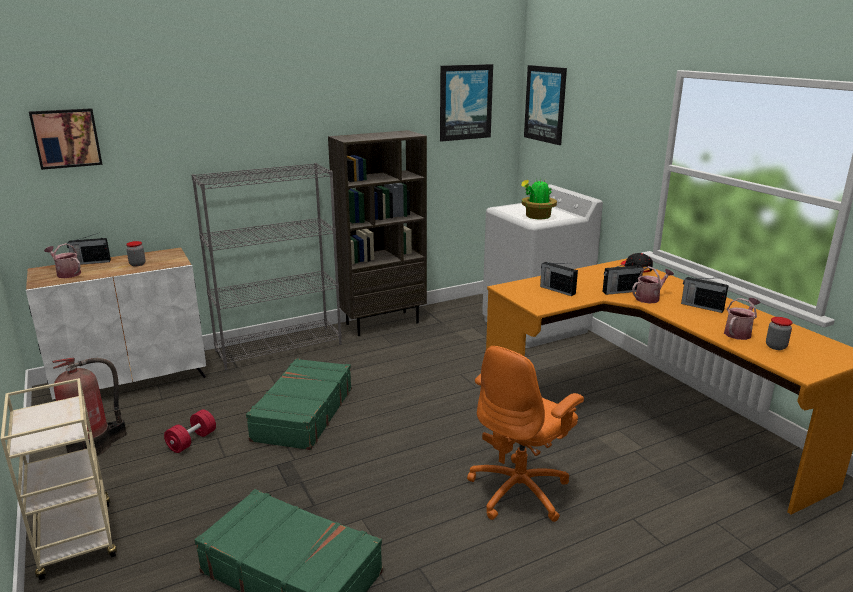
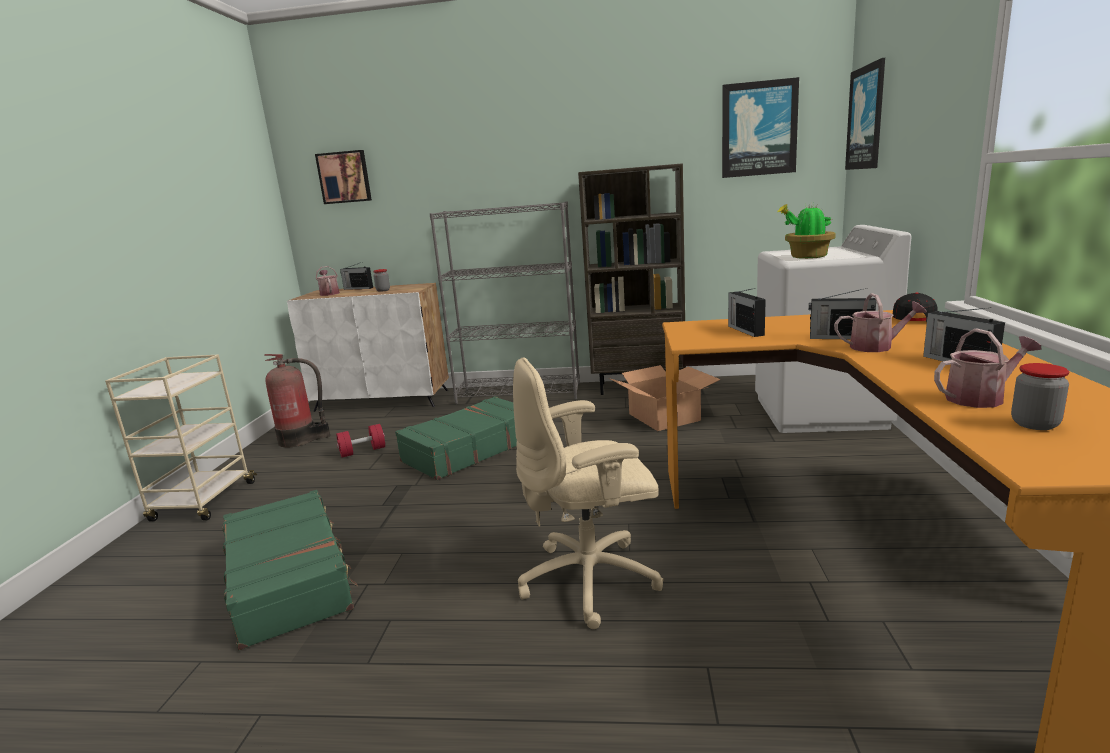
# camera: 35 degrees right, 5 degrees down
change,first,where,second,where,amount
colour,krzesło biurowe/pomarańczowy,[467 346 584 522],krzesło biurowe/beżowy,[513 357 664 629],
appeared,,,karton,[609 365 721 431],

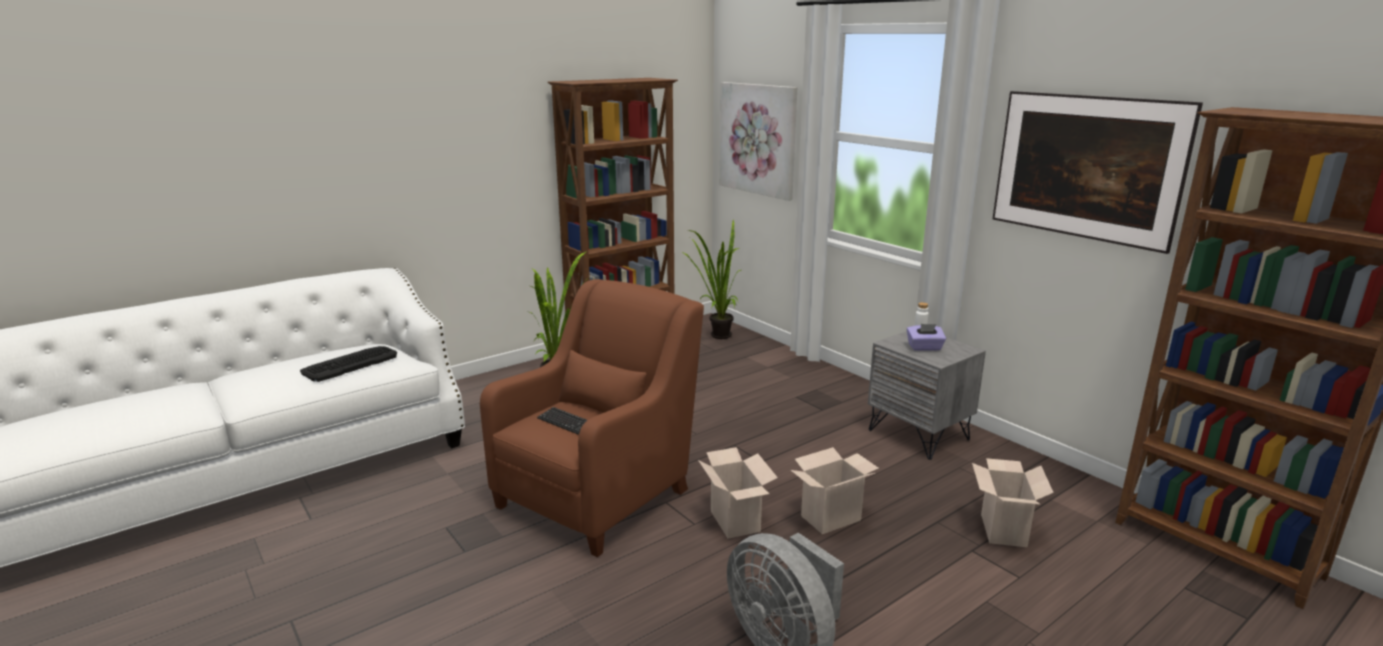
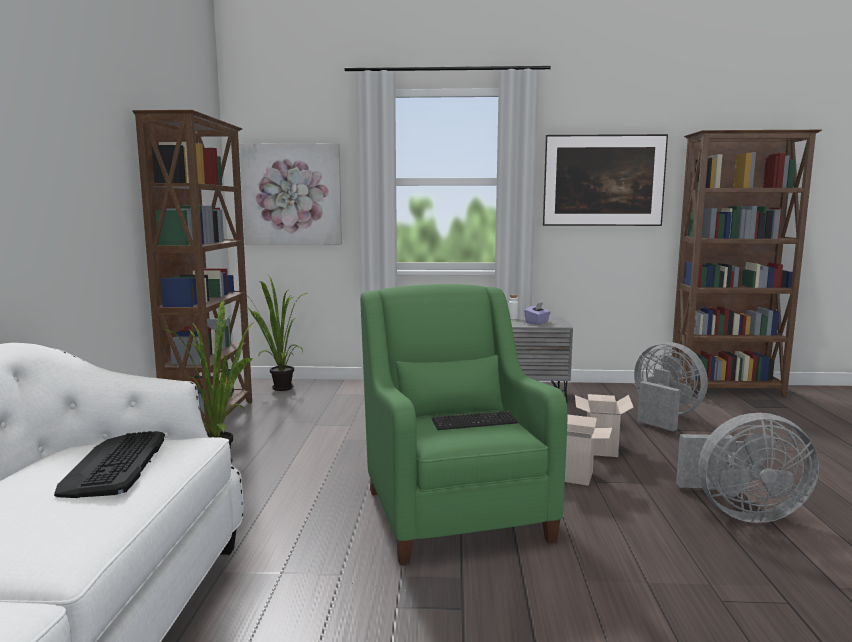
# camera: 50 degrees left, 10 degrees down
change,first,where,second,where,amount
colour,fotel/brązowy,[480 279 704 557],fotel/zielony,[360 284 568 565],
exchanged,karton,[972 458 1054 547],wentylator/szary,[634 342 708 431],

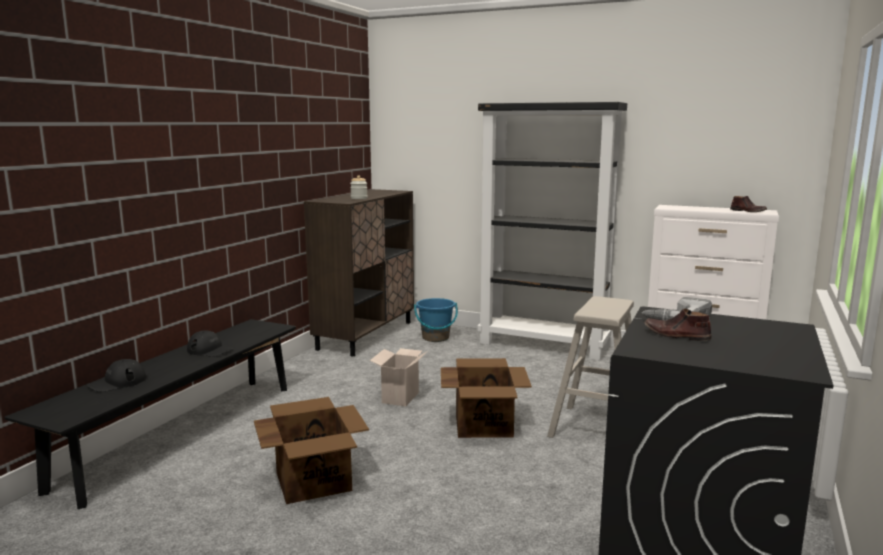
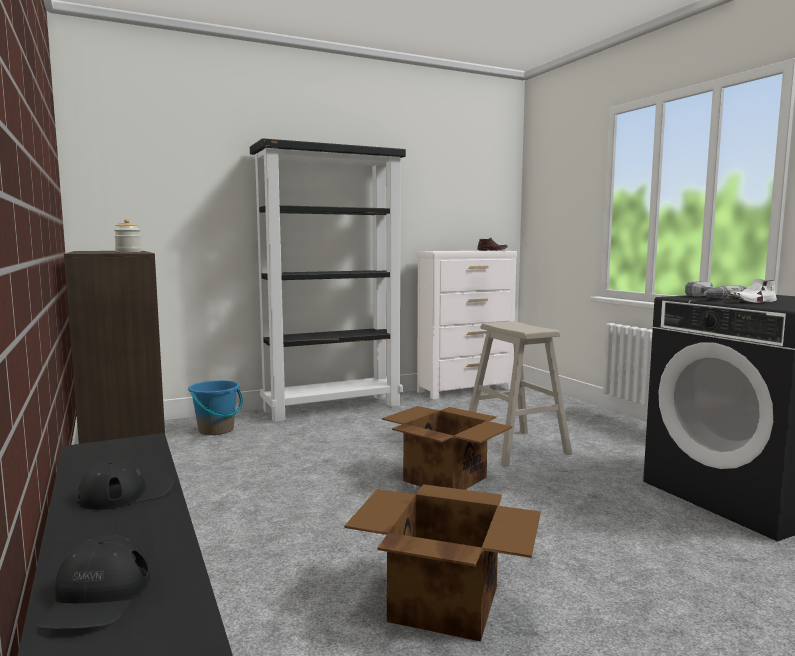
# camera: 50 degrees left, 5 degrees down
change,first,where,second,where,amount
missing,karton,[370 348 428 406],,,
colour,but/brązowy,[644 309 712 341],but/biały,[729 278 777 303],

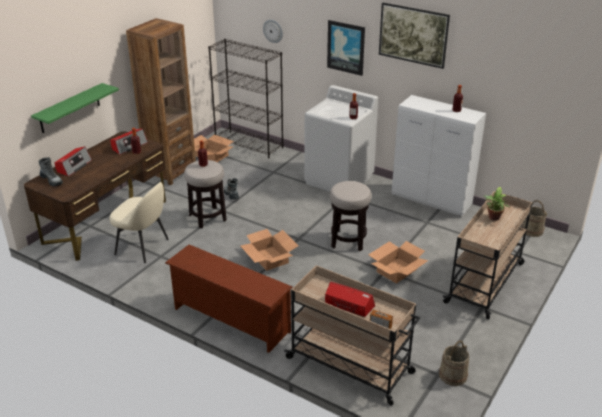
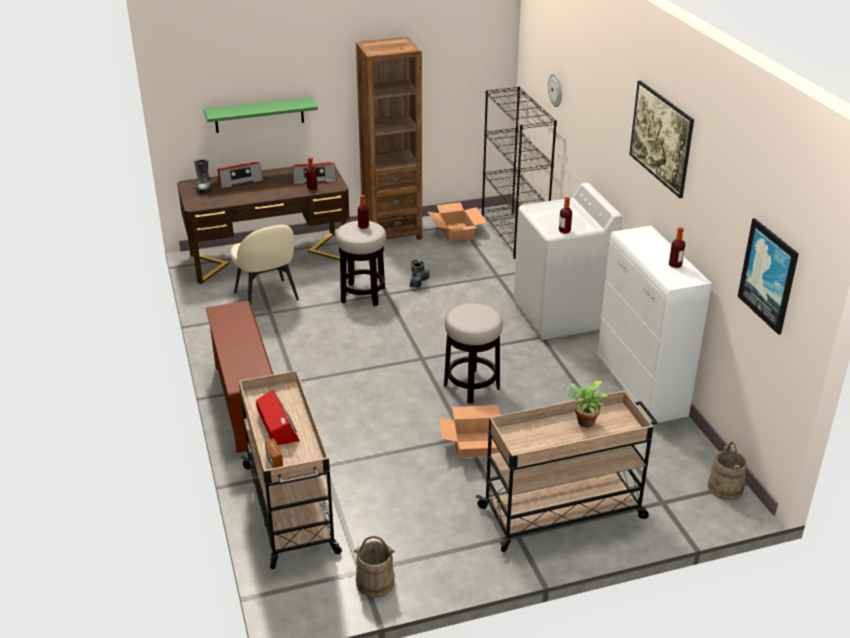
# camera: 40 degrees right, 0 degrees up
change,first,where,second,where,amount
missing,karton,[241 229 298 271],,,
relocated,obraz,[327 20 365 76],,[738 218 799 335],

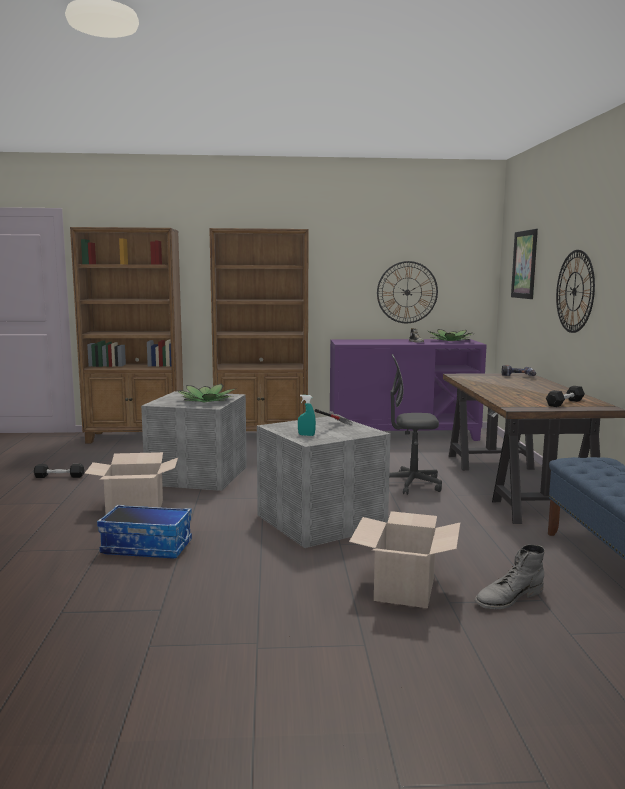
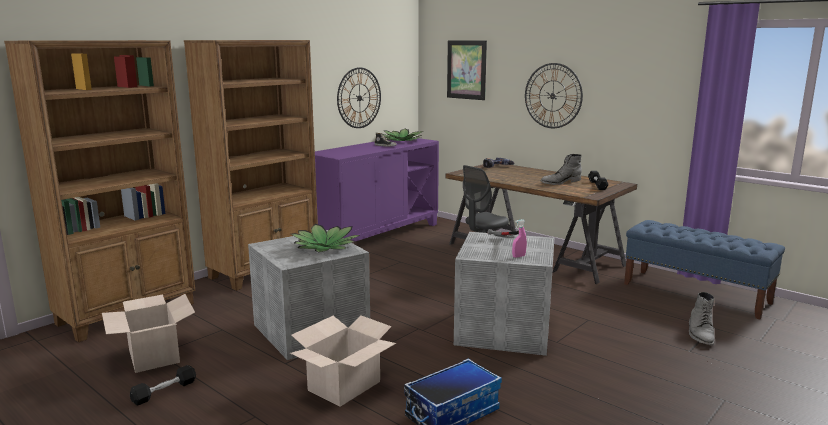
# camera: 45 degrees left, 5 degrees up
change,first,where,second,where,amount
colour,spryskiwacz/turkusowy,[298 395 316 436],spryskiwacz/różowy,[512 219 527 258],
relocated,karton,[349 511 460 608],,[102 294 195 373],
appeared,,,but z cholewką/szary,[540 154 582 185],

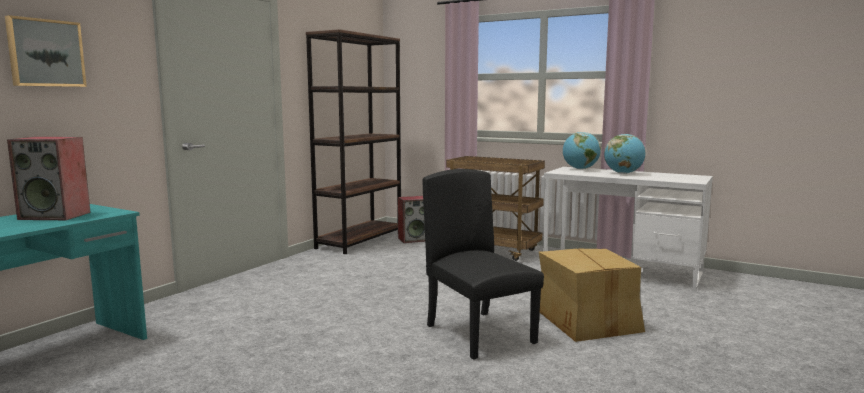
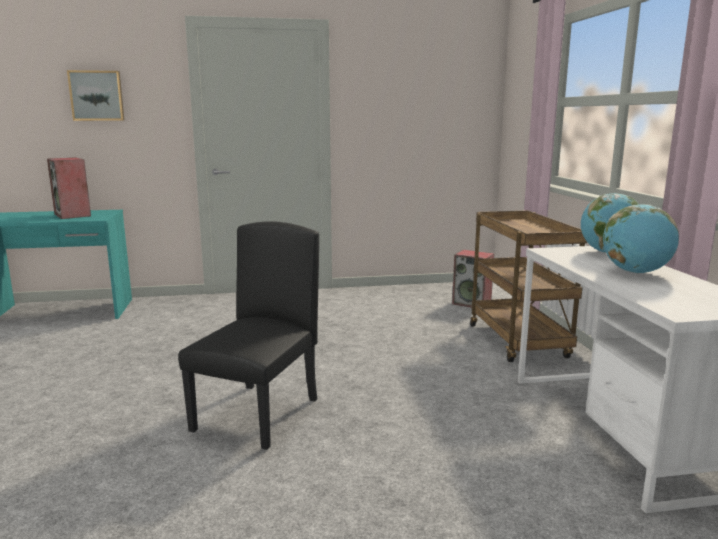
# camera: 50 degrees right, 5 degrees up
change,first,where,second,where,amount
missing,regał/brązowy,[306 29 401 254],,,
missing,karton,[539 249 645 342],,,

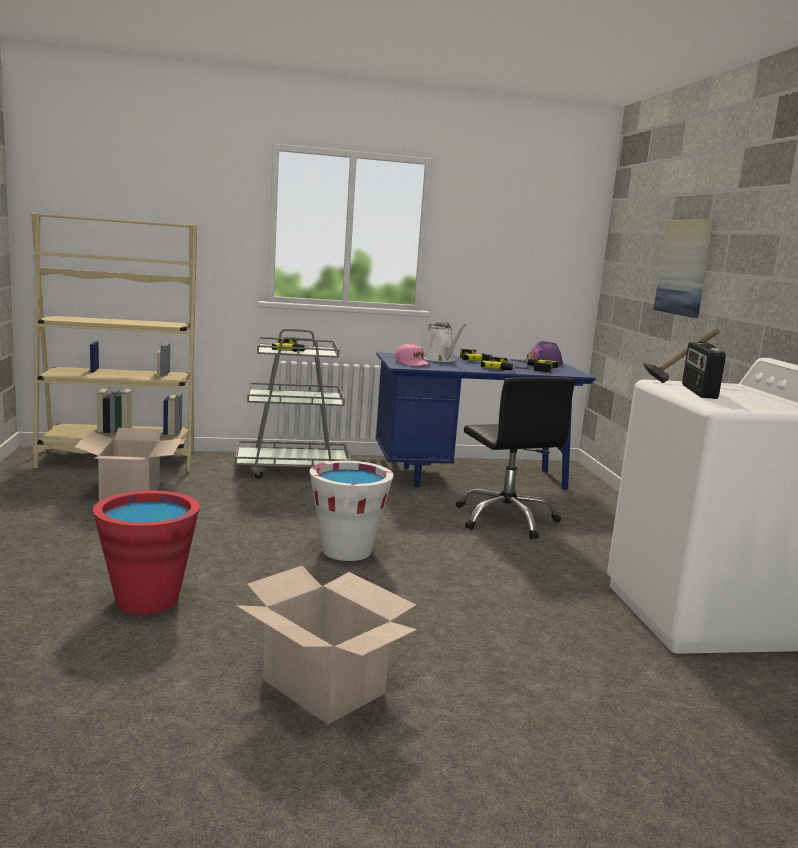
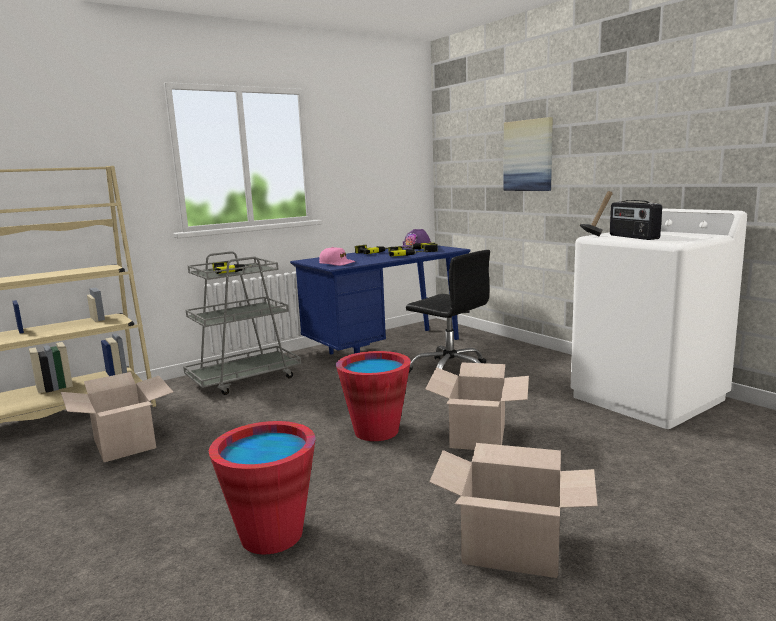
# camera: 25 degrees left, 0 degrees up
change,first,where,second,where,amount
colour,wiadro/biały,[310 460 393 561],wiadro/czerwony,[336 351 411 441],
missing,konewka/biały,[424 322 466 362],,,
appeared,,,karton,[425 362 529 450],

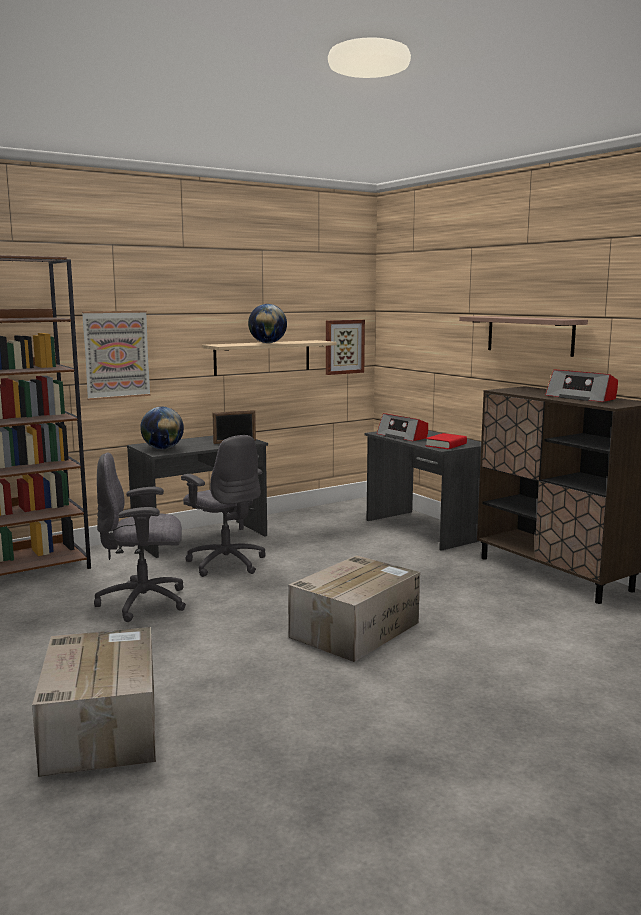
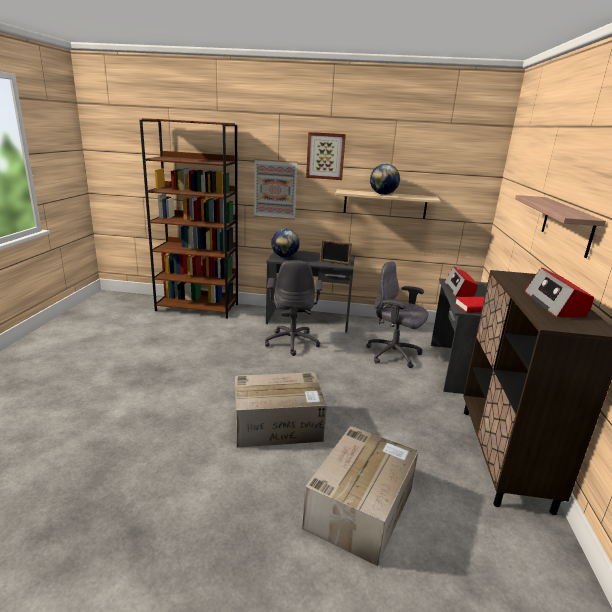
# camera: 40 degrees right, 10 degrees up
change,first,where,second,where,amount
relocated,karton,[32 627 156 777],,[302 426 419 566],
relocated,krzesło biurowe/szary,[94 453 186 622],,[366 261 428 368],
relocated,obraz,[326 320 365 375],,[306 132 346 180],

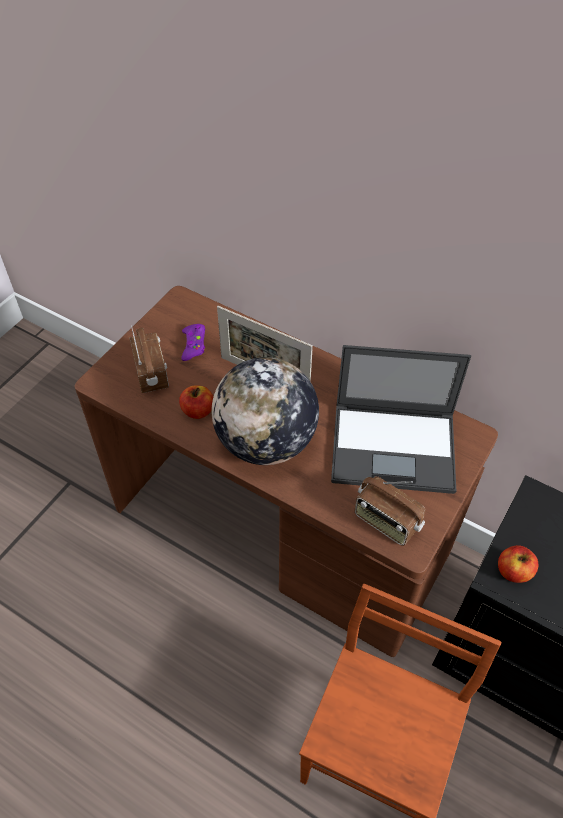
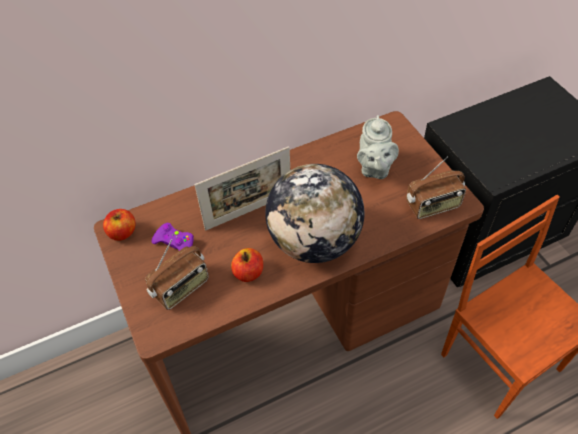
# camera: 55 degrees left, 0 degrees up
change,first,where,second,where,amount
spun,radio,[129 326 169 393],,[145 239 209 310],120 degrees clockwise
exchanged,laptop,[331 345 471 494],imbryk/szary,[357 115 399 179],
relocated,jabłko,[498 545 538 583],,[103 209 135 241],

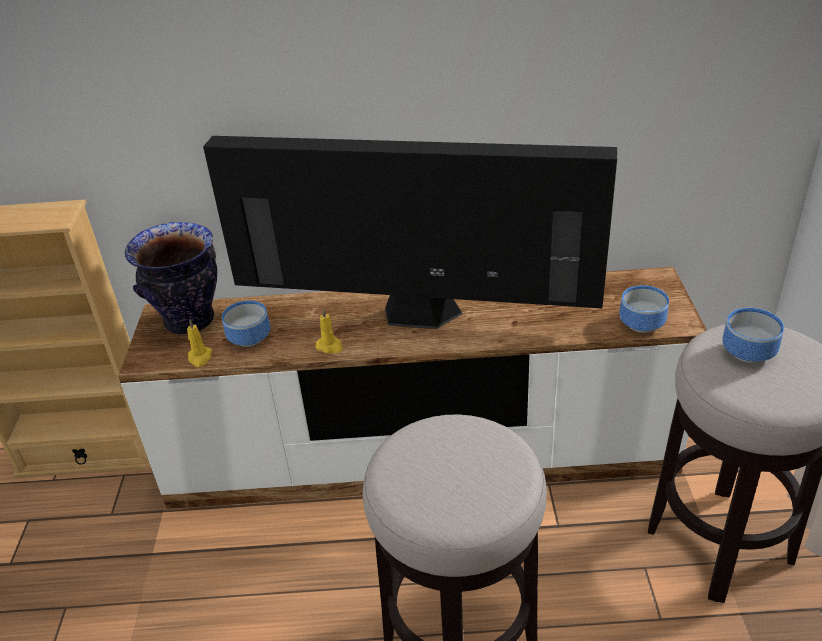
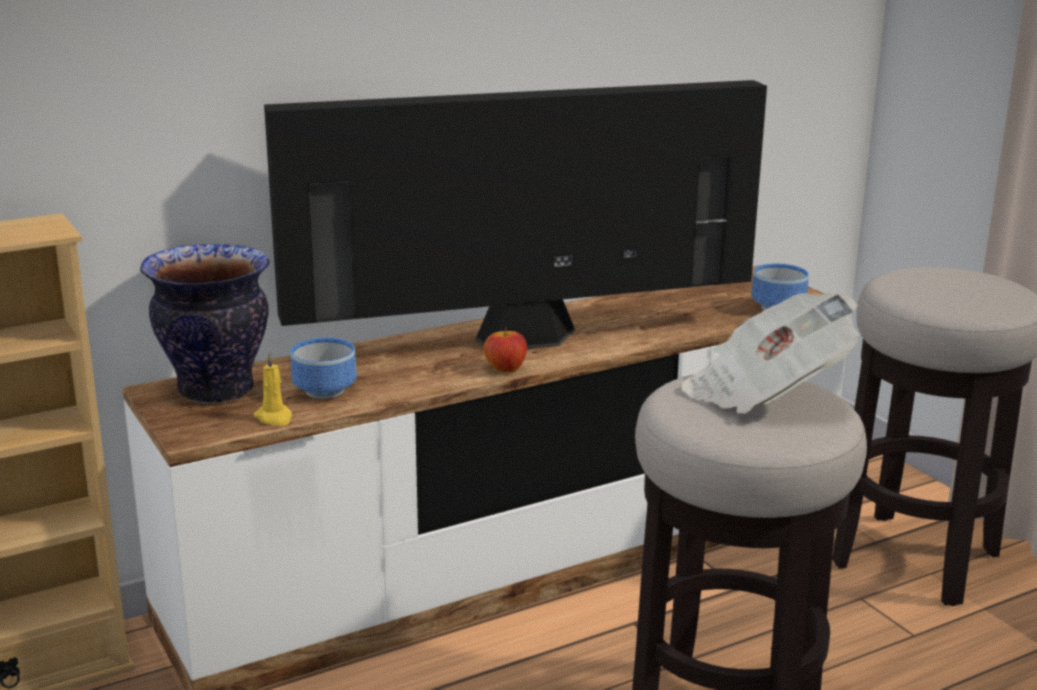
# camera: 30 degrees left, 15 degrees down
change,first,where,second,where,amount
missing,świeca/żółty,[315 308 343 354],,,
missing,miska,[722 308 784 363],,,
appeared,,,jabłko,[484 327 527 373],
appeared,,,gazeta,[682 293 859 414],

